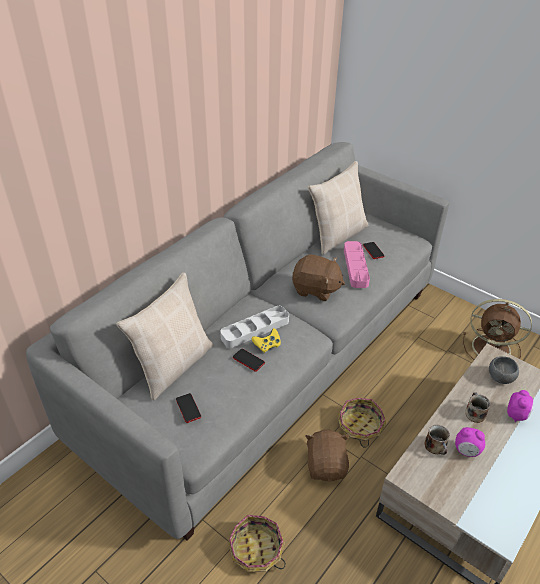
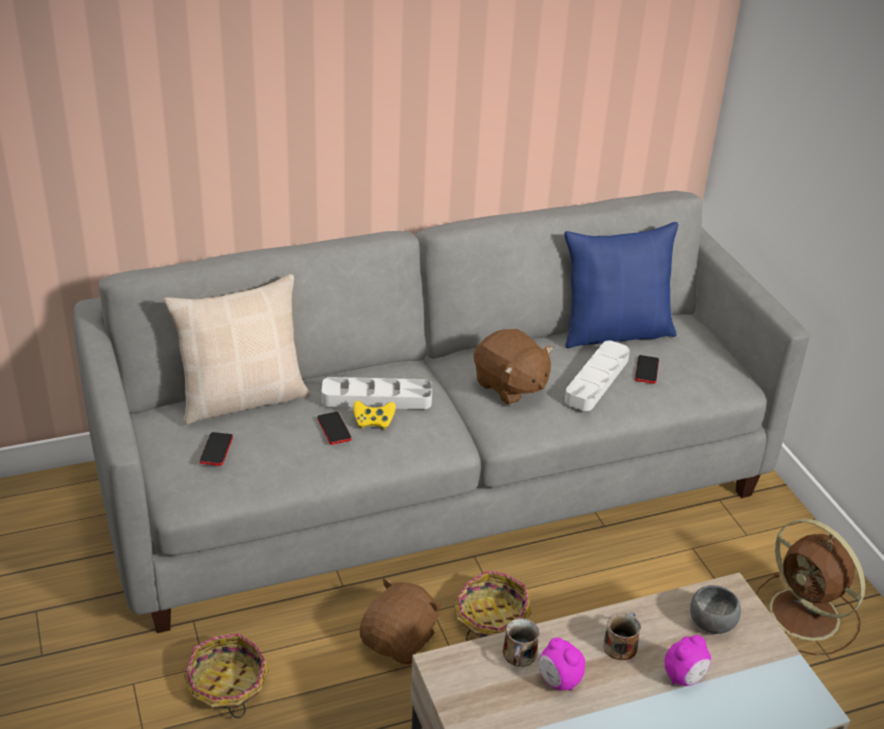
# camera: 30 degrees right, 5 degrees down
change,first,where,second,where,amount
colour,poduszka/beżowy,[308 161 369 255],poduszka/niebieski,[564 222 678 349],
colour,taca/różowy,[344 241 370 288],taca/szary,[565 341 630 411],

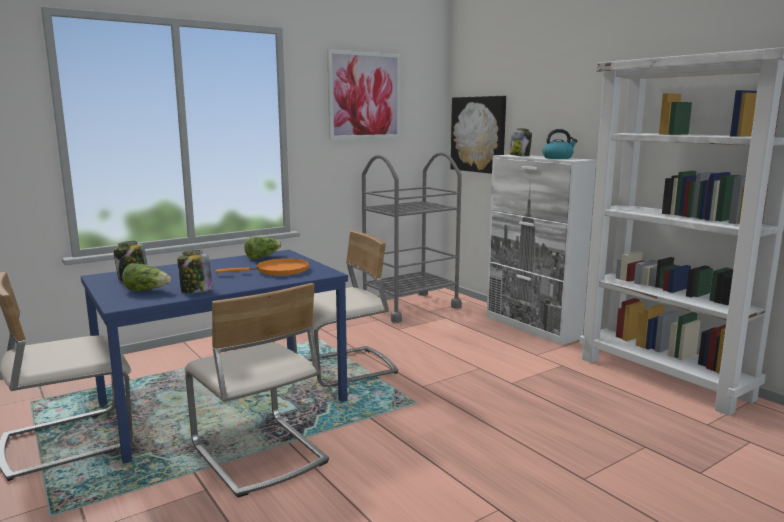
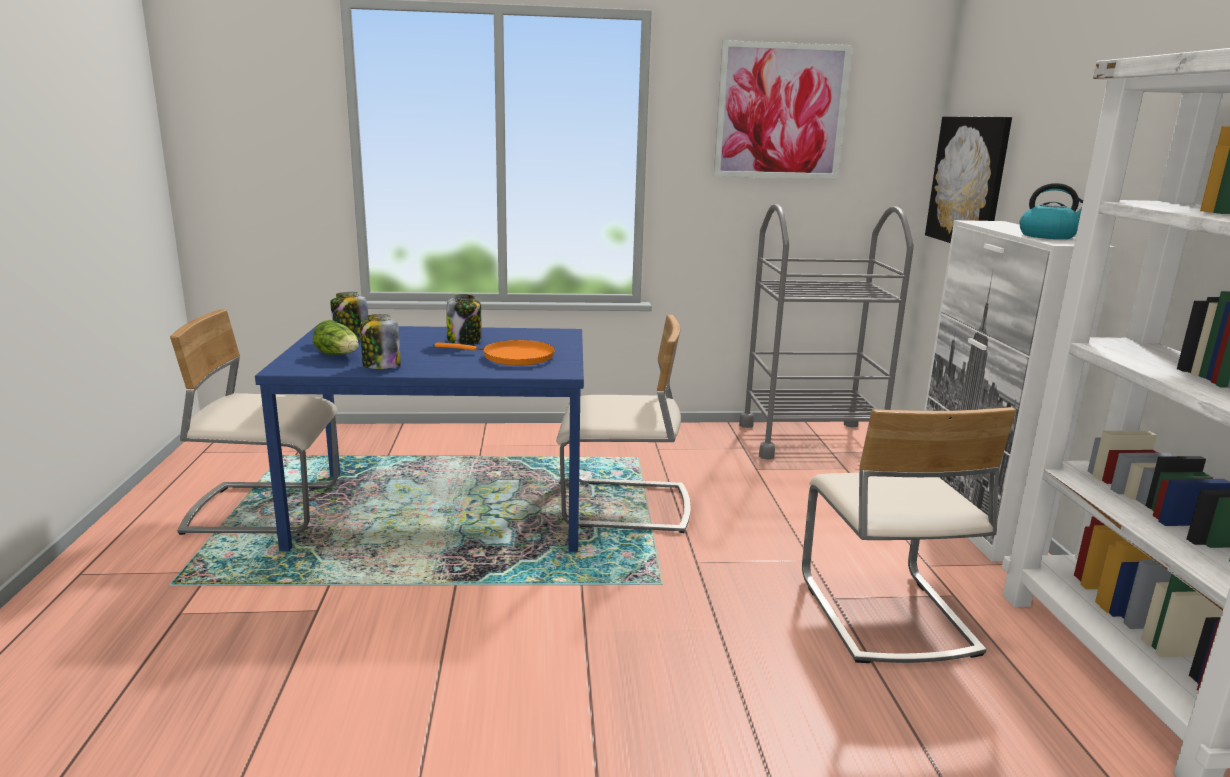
# camera: 30 degrees right, 5 degrees up
change,first,where,second,where,amount
relocated,krzesło/beżowy,[185 283 329 498],,[802 407 1016 663],
missing,sałata,[244 237 282 260],,,
relocated,słoik,[509 128 532 156],,[447 294 481 345],

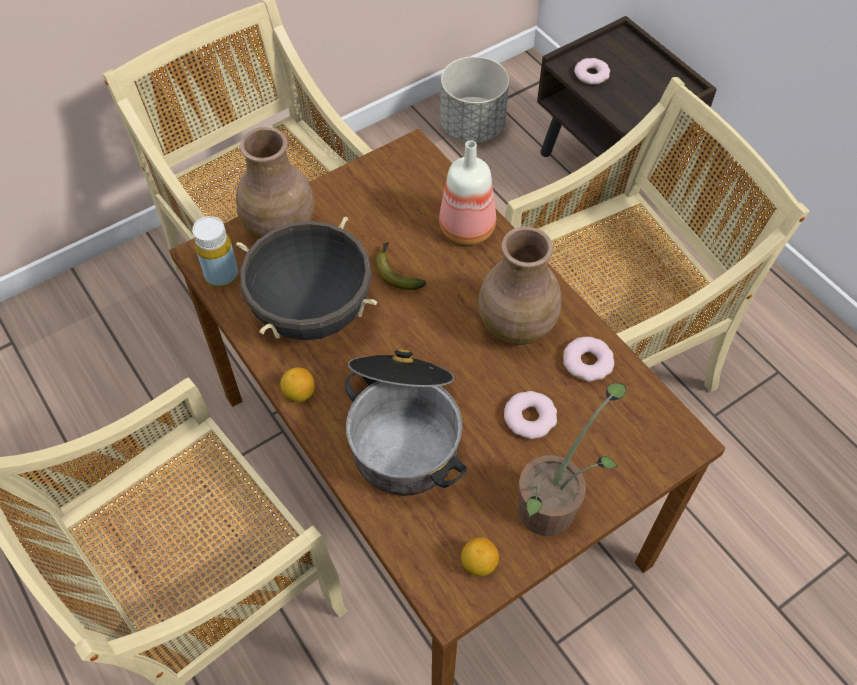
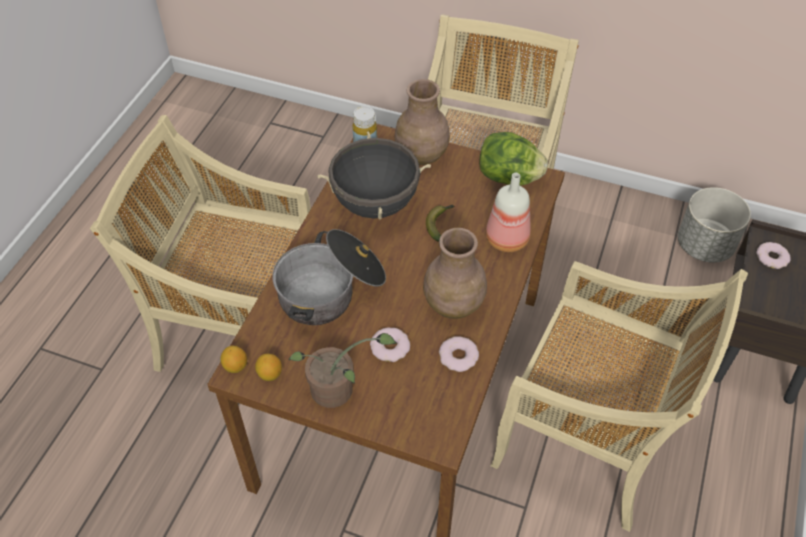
# camera: 55 degrees right, 5 degrees down
change,first,where,second,where,amount
relocated,cytryna,[280 367 315 402],,[220 346 247 373],
appeared,,,sałata,[479 132 548 186],

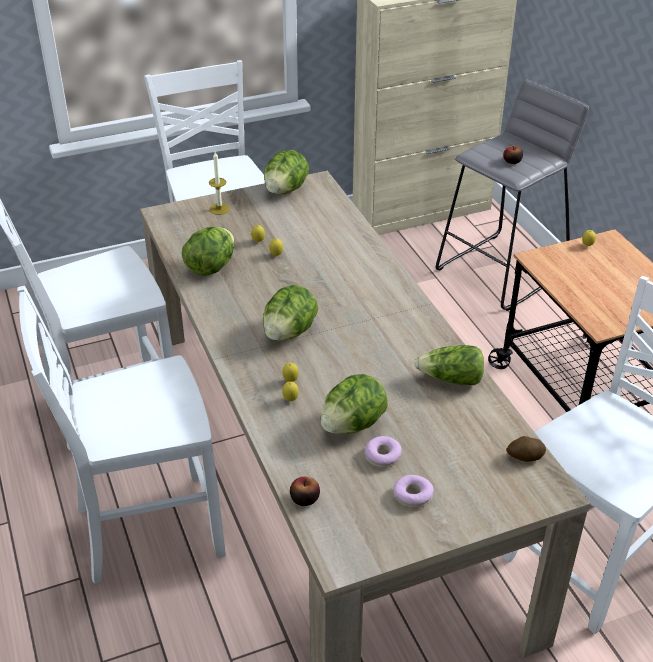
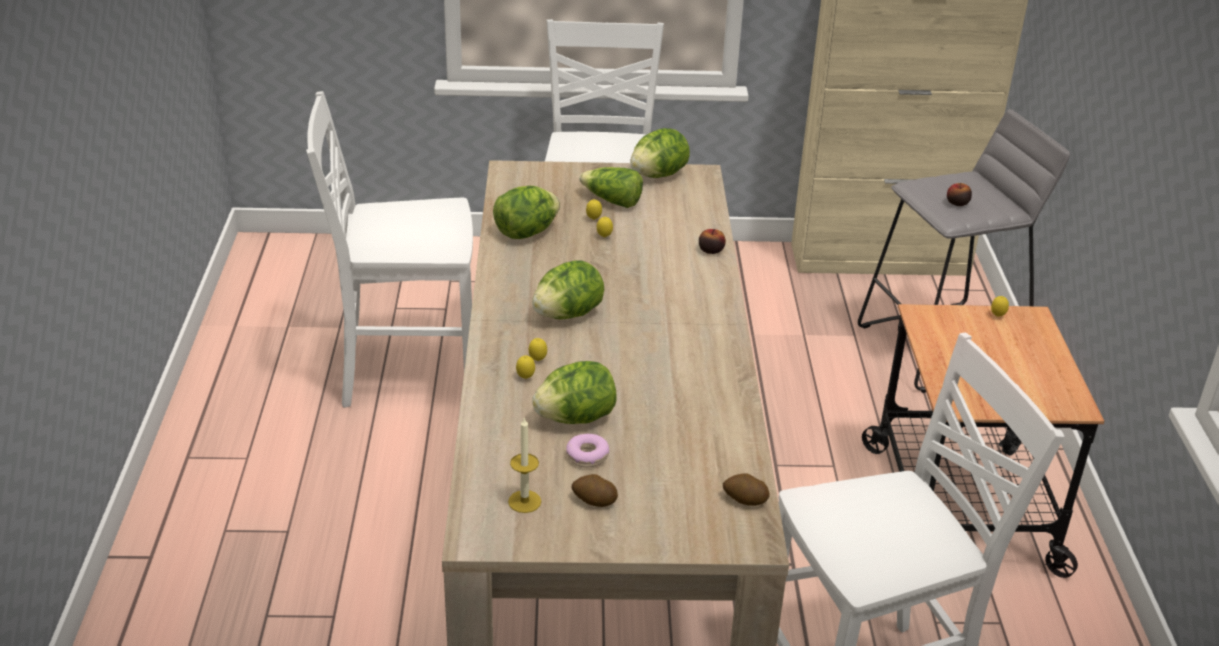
# camera: 20 degrees right, 5 degrees down
change,first,where,second,where,amount
missing,krzesło/biały,[17 286 226 584],,,
relocated,świeca,[209 152 230 215],,[508 417 541 513],
relocated,jabłko,[290 476 320 506],,[699 229 726 254],
exchanged,donut,[393 475 434 508],ziemniak,[572 474 618 507],
relocated,sałata,[414 345 484 385],,[579 167 643 208],

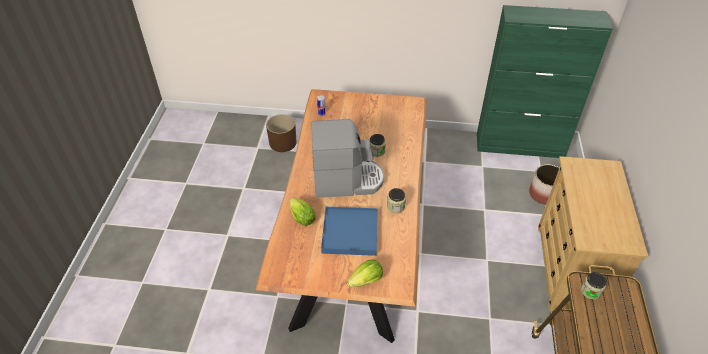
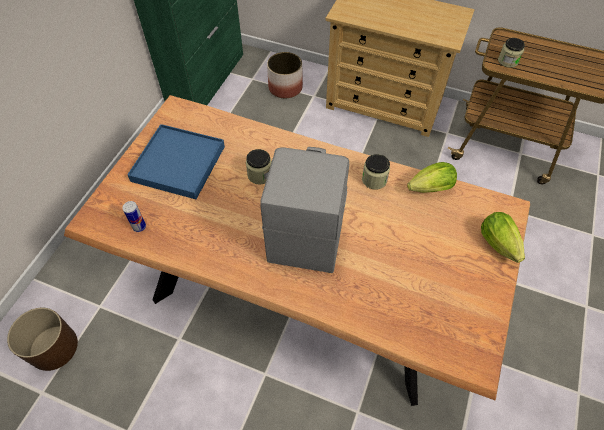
# camera: 75 degrees left, 10 degrees up
change,first,where,second,where,amount
relocated,sałata,[289 197 316 226],,[407 162 457 193],
relocated,taca/niebieski,[321 207 378 256],,[127 124 225 199],

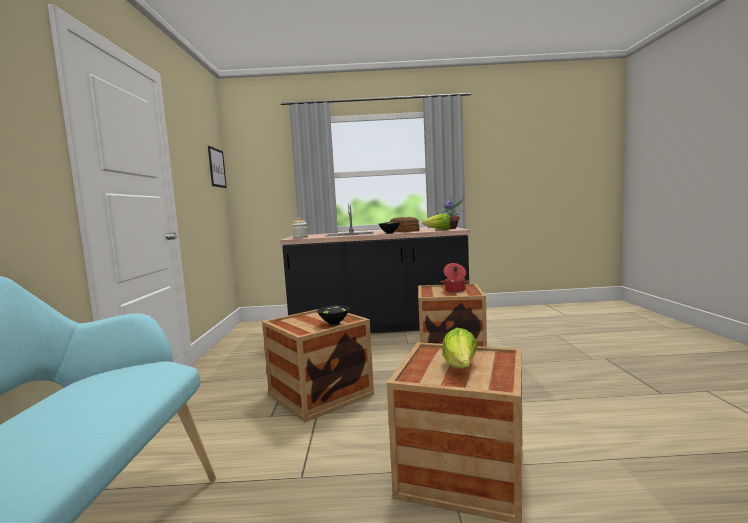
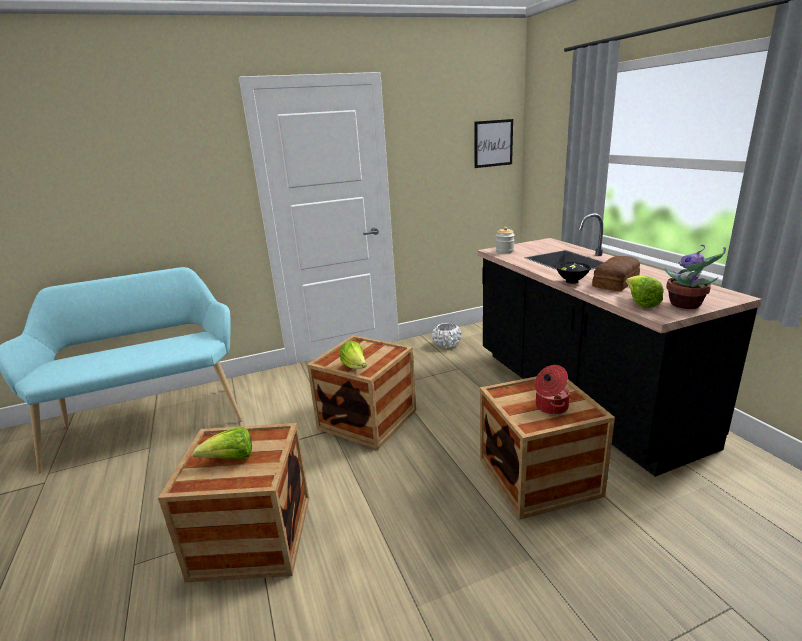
# camera: 70 degrees right, 15 degrees up
change,first,where,second,where,amount
exchanged,miska/czarny,[317 305 350 326],sałata,[340 341 367 369],
appeared,,,donica/biały,[432 323 461 348],

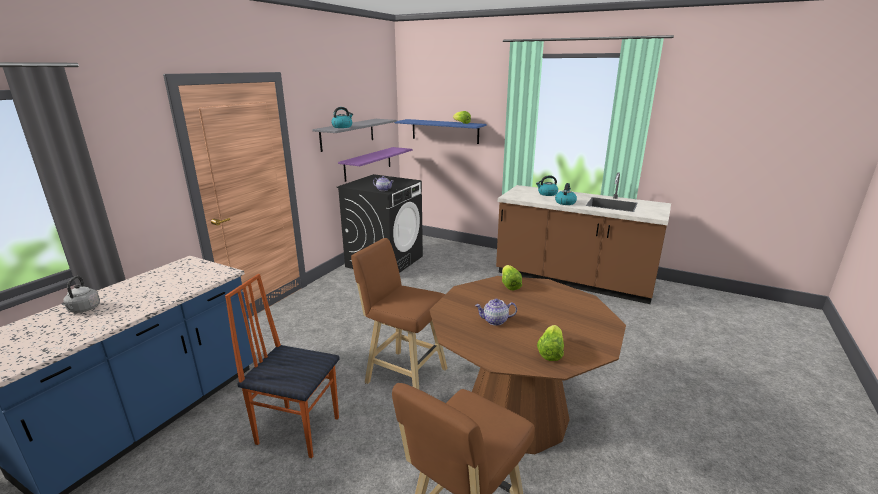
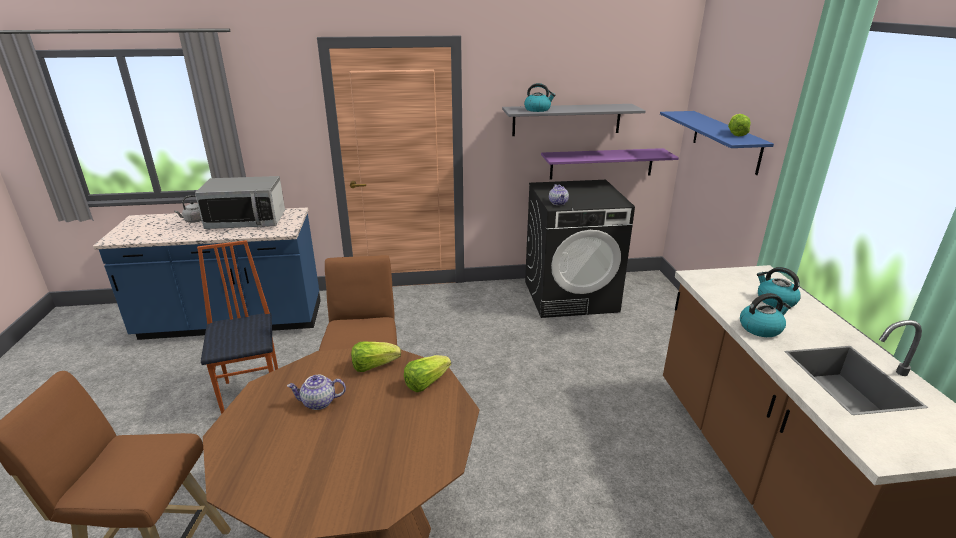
# camera: 55 degrees right, 5 degrees up
change,first,where,second,where,amount
spun,imbryk,[475 298 517 325],,[287 375 346 410],60 degrees counterclockwise
relocated,sałata,[537 325 564 361],,[351 342 401 372],
appeared,,,mikrofalówka,[195 176 285 229],

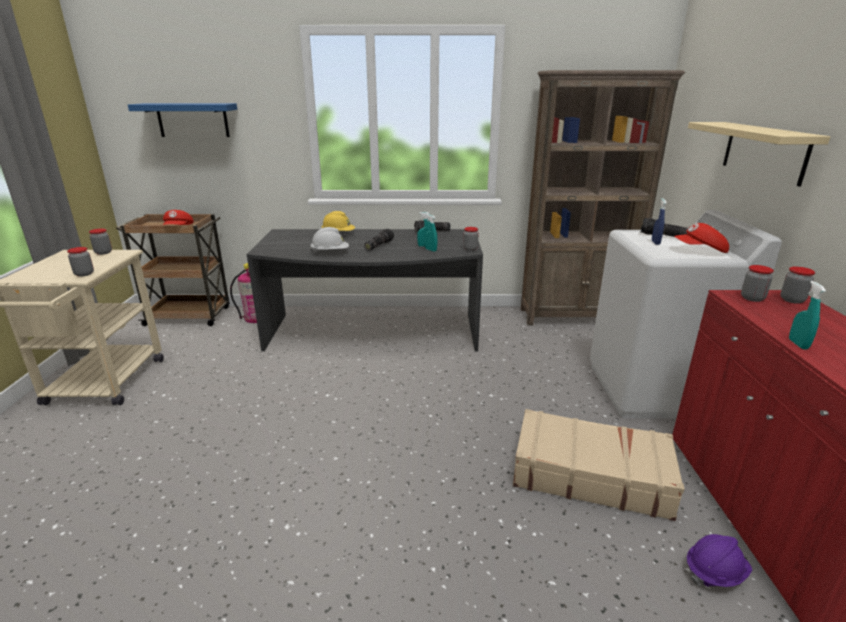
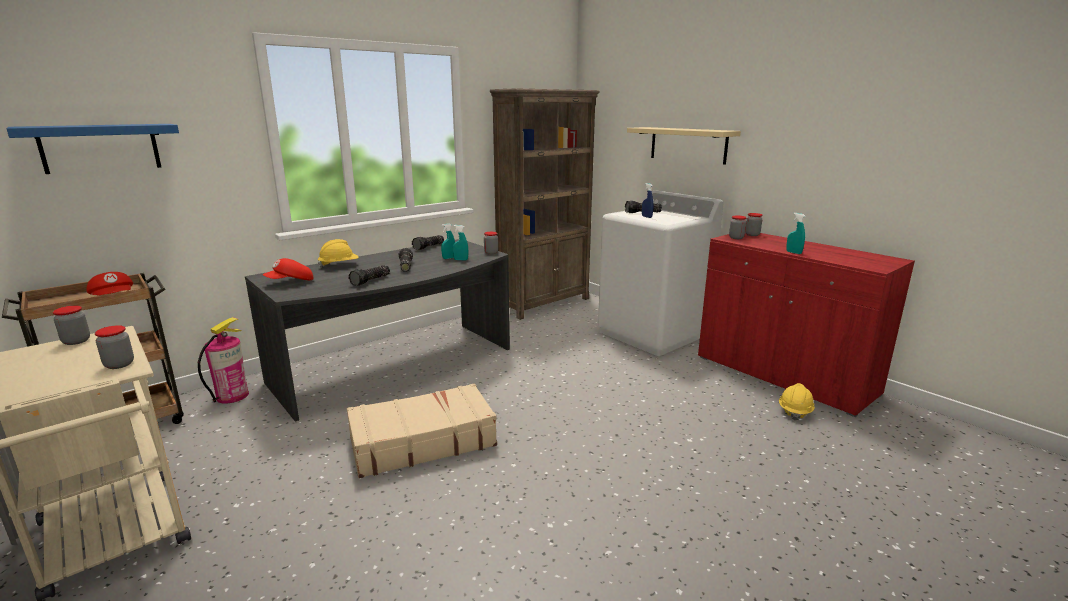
# camera: 40 degrees left, 5 degrees down
change,first,where,second,where,amount
exchanged,kask/biały,[310 227 349 253],latarka,[348 265 390 286],
relocated,walizka/beżowy,[513 409 685 521],,[347 383 497 478],
relocated,czapka z daszkiem/czerwony,[674 223 729 253],,[263 258 314 280],
colour,kask/fioletowy,[687 534 752 587],kask/żółty,[779 383 815 421],

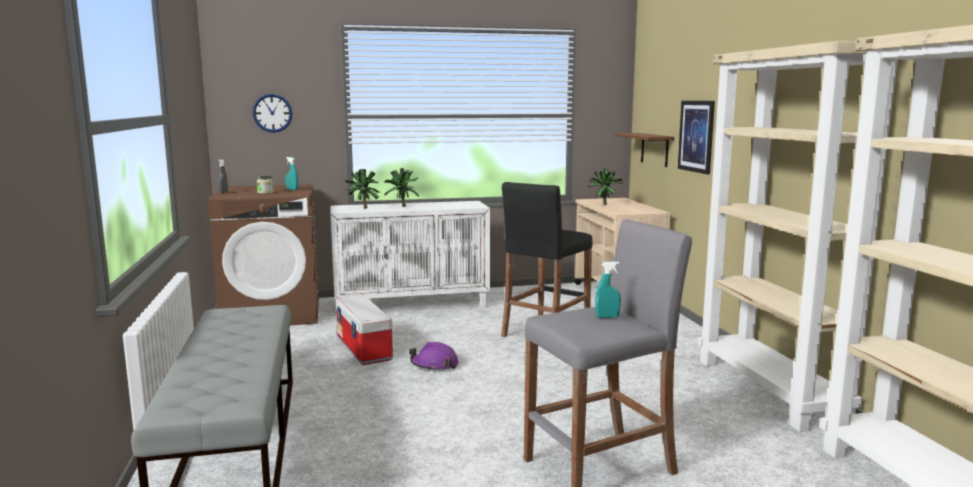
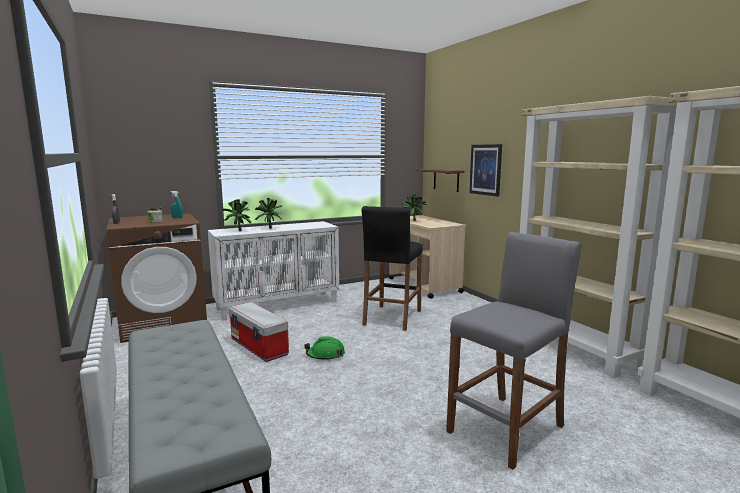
# camera: 15 degrees left, 0 degrees up
change,first,where,second,where,amount
missing,zegar ścienny,[252 94 292 133],,,
colour,kask/fioletowy,[409 342 459 371],kask/zielony,[304 336 345 361],
missing,spryskiwacz/turkusowy,[595 261 621 318],,,

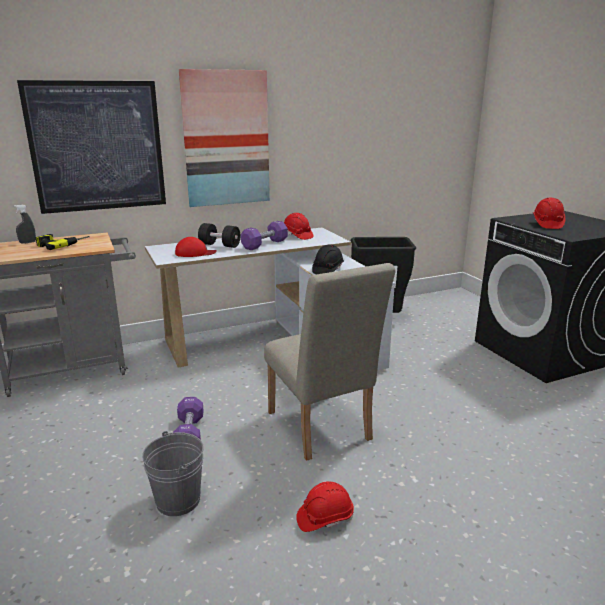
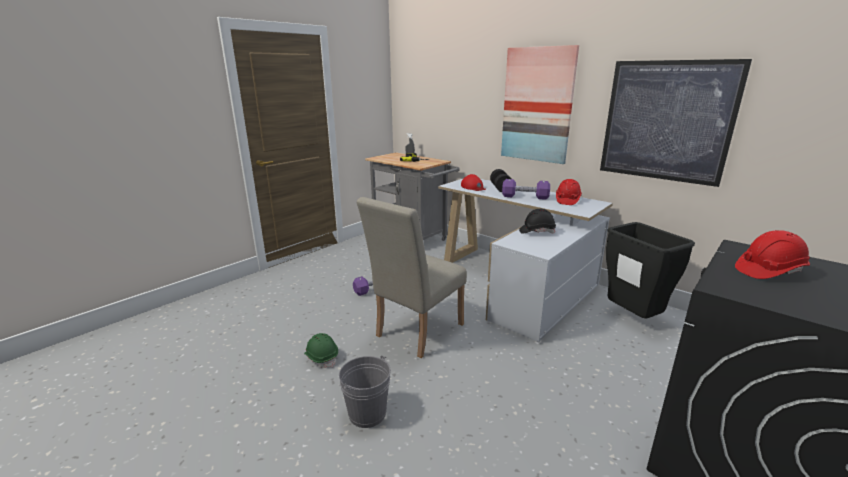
# camera: 65 degrees right, 0 degrees up
change,first,where,second,where,amount
relocated,obraz,[17 80 166 214],,[600 59 752 187],
relocated,wiadro/szary,[142 431 204 516],,[339 355 391 428],
colour,kask/czerwony,[296 481 354 532],kask/zielony,[304 333 338 368],

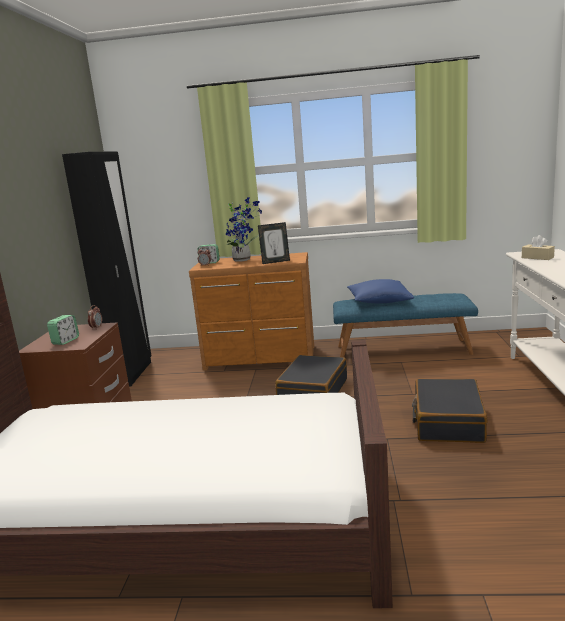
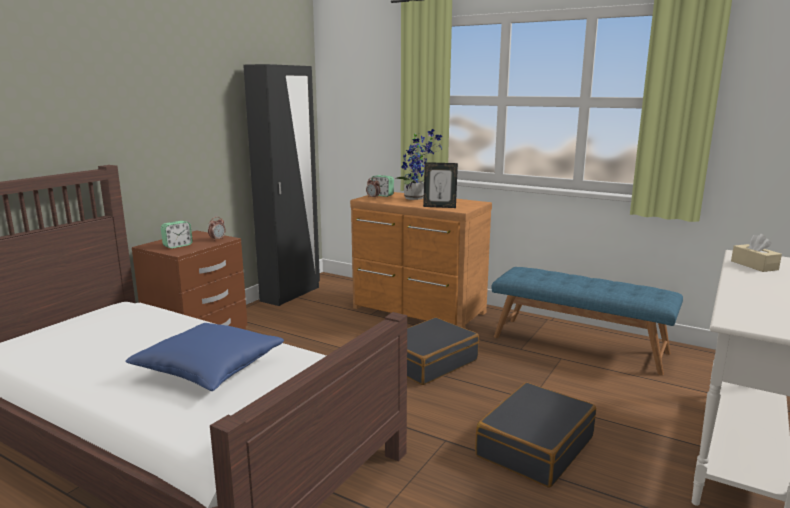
# camera: 25 degrees right, 0 degrees up
change,first,where,second,where,amount
relocated,poduszka/niebieski,[347 279 414 303],,[125 323 284 391],

